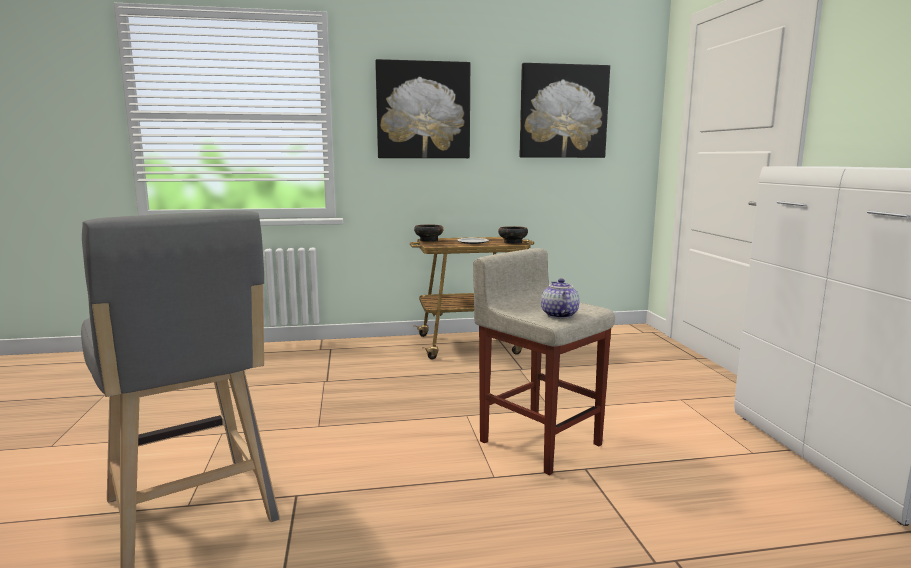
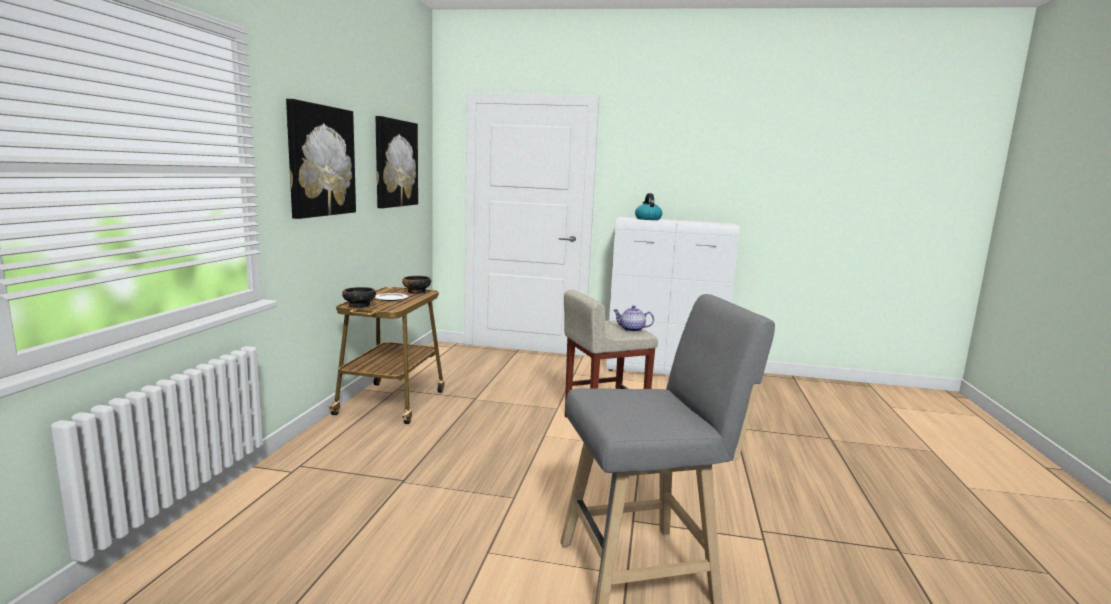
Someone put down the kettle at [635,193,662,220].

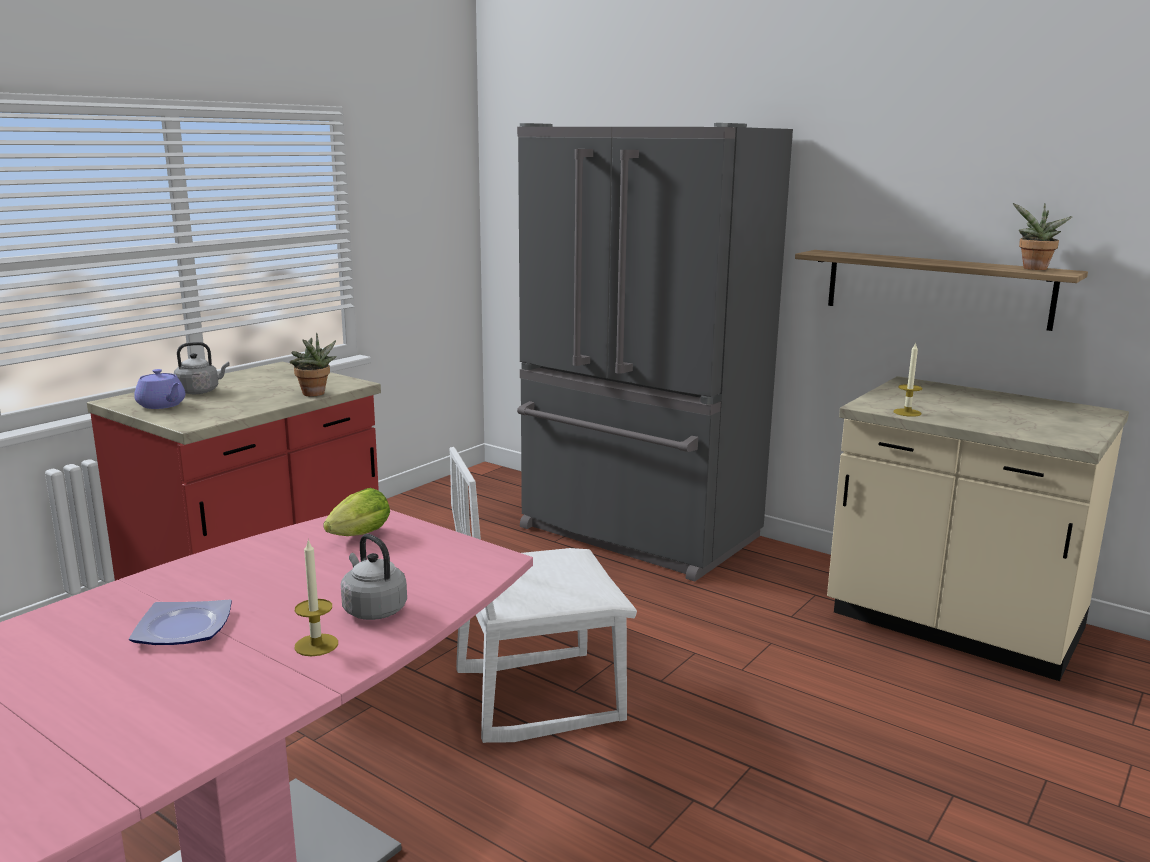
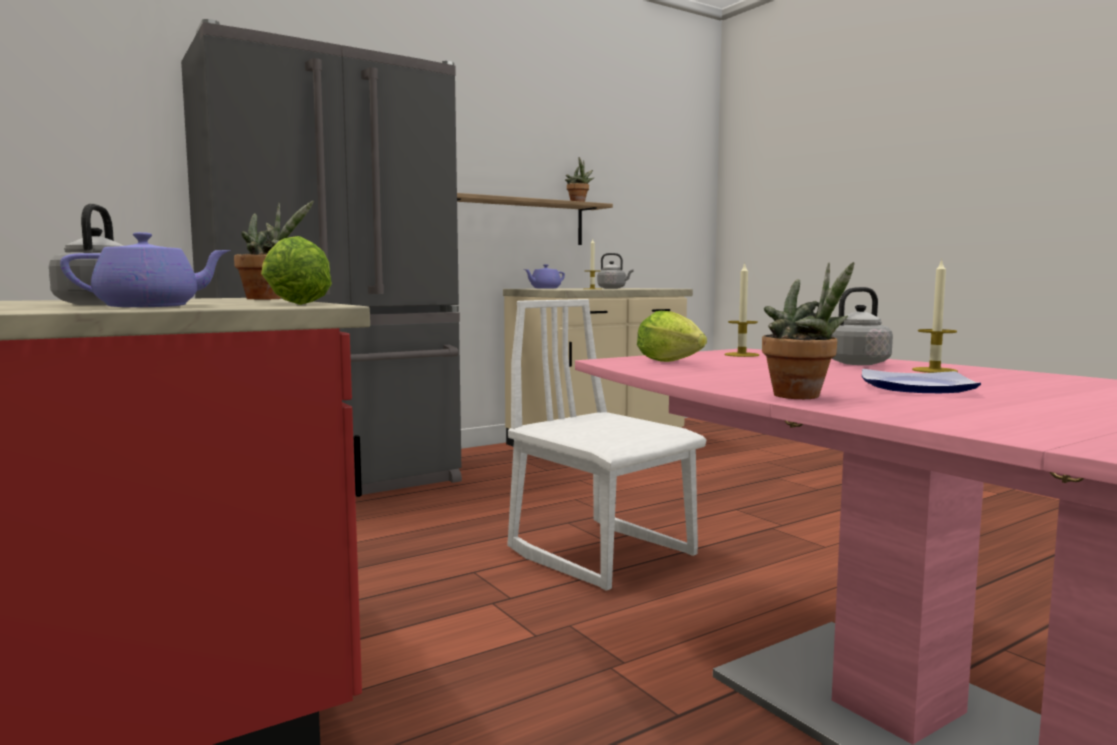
Someone rotated the chair (white) at [449,447,637,743] by 135 degrees clockwise.
Someone put down the lettuce at [261,236,332,305].
Someone put down the teapot (purple) at [524,264,565,289].
Someone put down the kettle (grey) at [598,253,633,289].
Someone put down the candle at [724,263,759,357].
Someone put down the potted plant at [762,262,854,399].

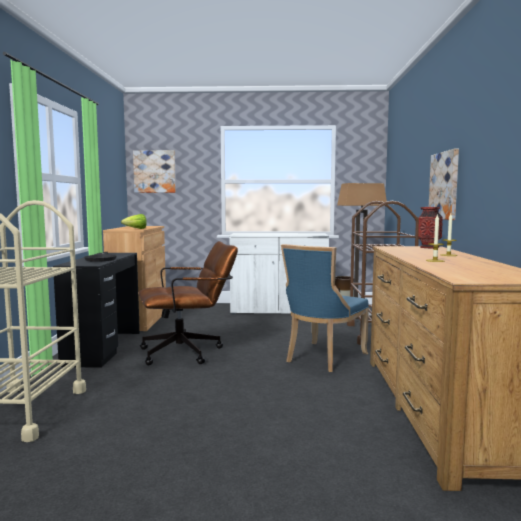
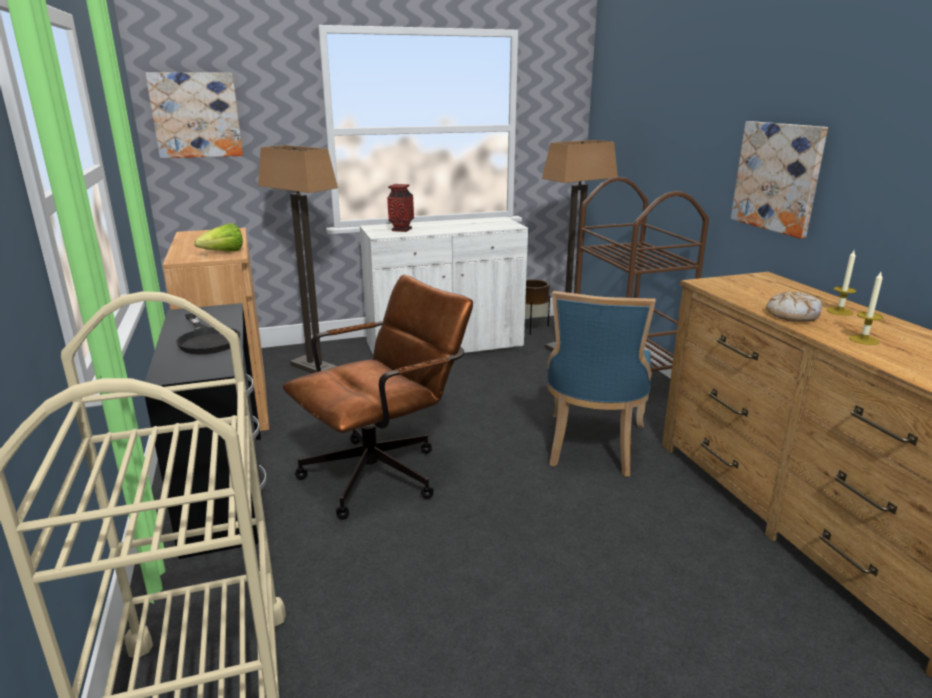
Someone carried the vase from [418,207,443,249] to [387,184,414,232].
Someone put down the floor lamp at [258,145,338,373].
Someone put down the bread at [766,292,822,322].

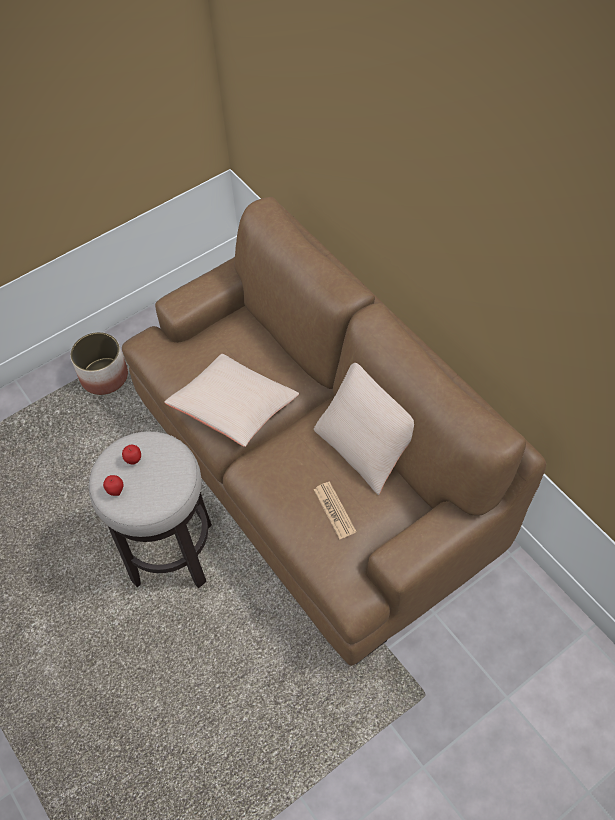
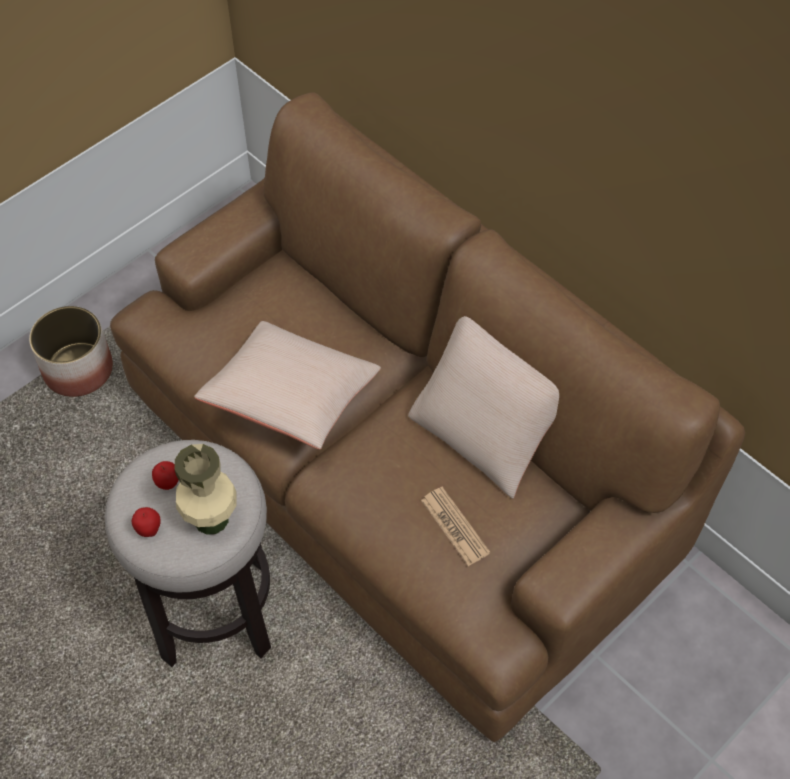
Someone put down the vase (beige) at [174,444,237,535].

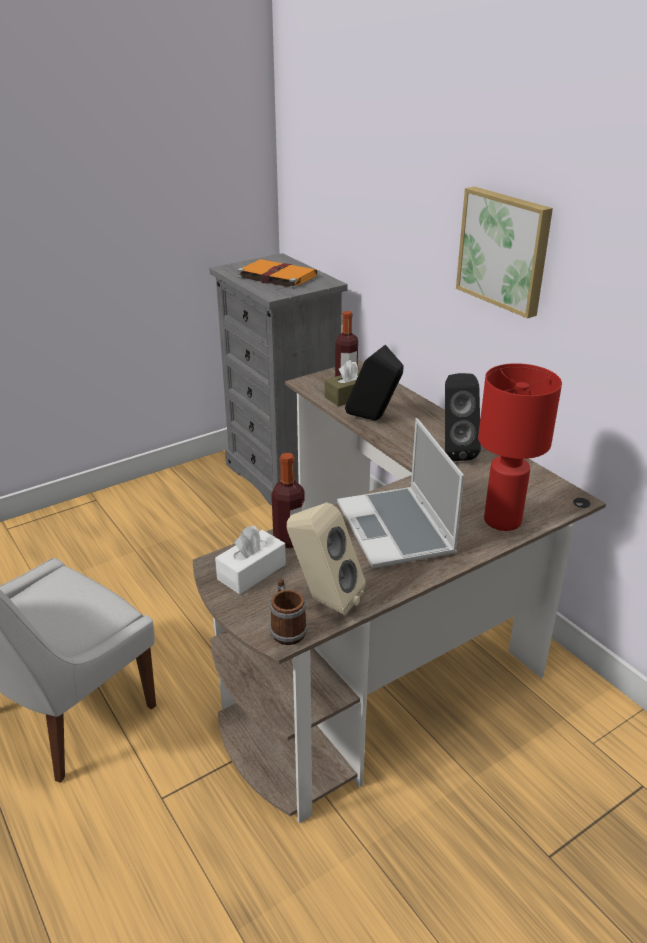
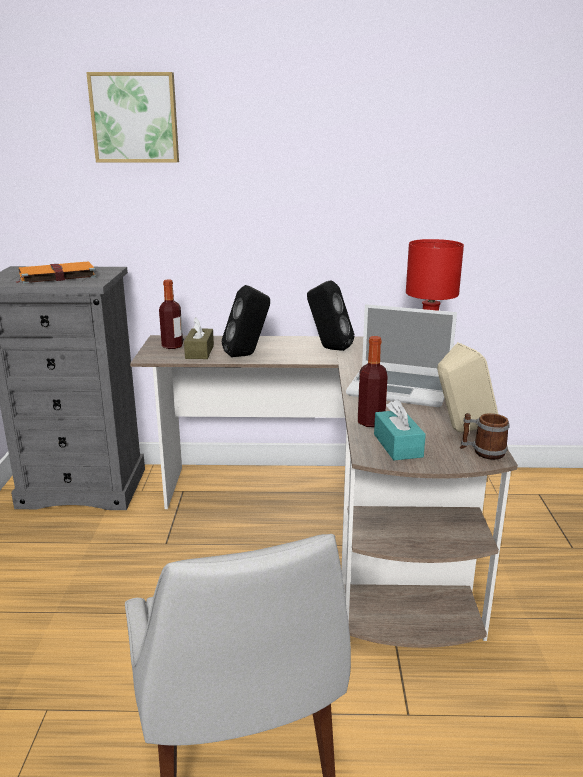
Someone repainted the tissue box (white) at [215,526,286,594], which became the tissue box (turquoise) at [374,399,426,461].
Someone carried the picture from [456,186,553,318] to [86,72,179,163].

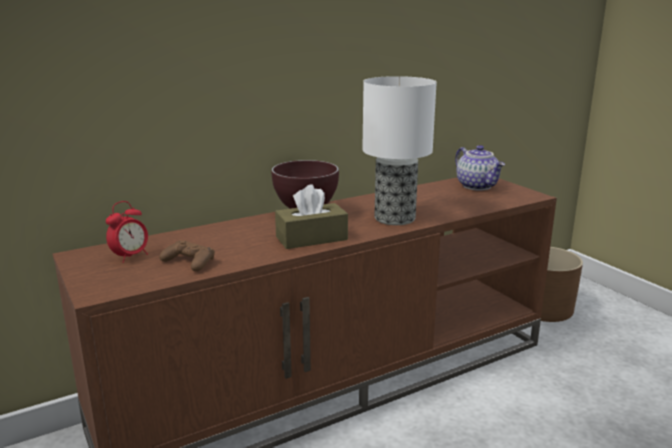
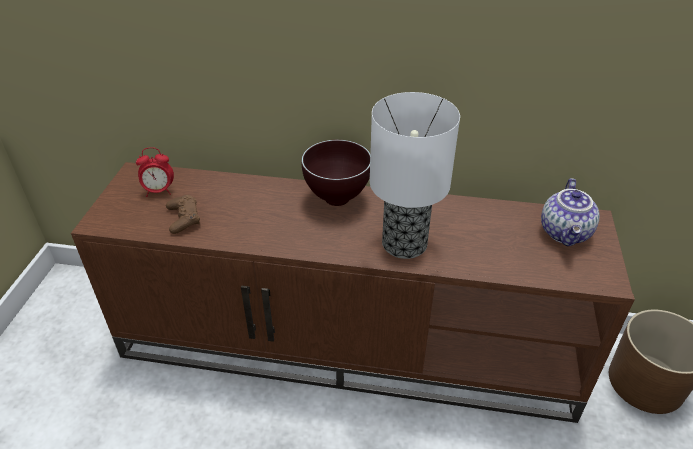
Someone took away the tissue box (brown) at [275,184,348,249].

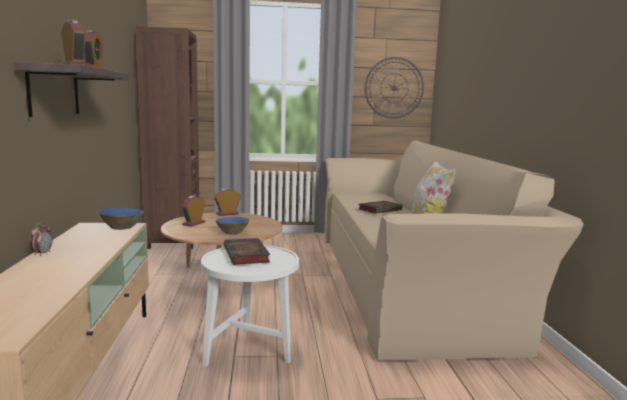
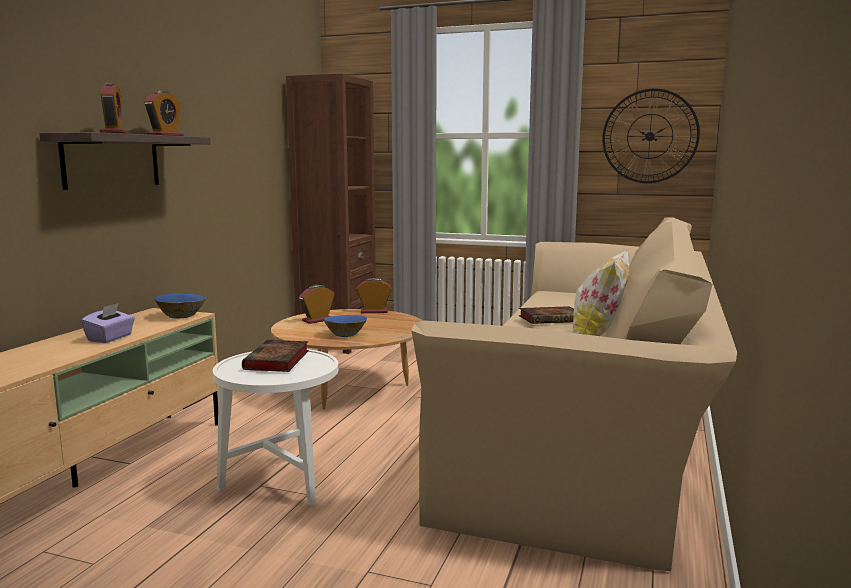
Someone took away the alarm clock at [30,222,53,256].
Someone put down the tissue box (purple) at [81,303,135,343].

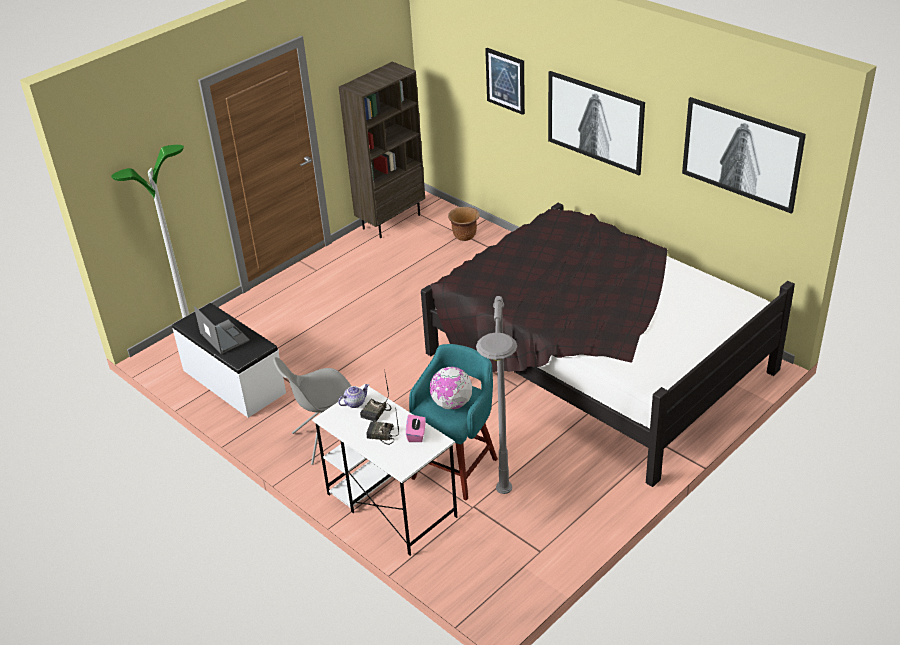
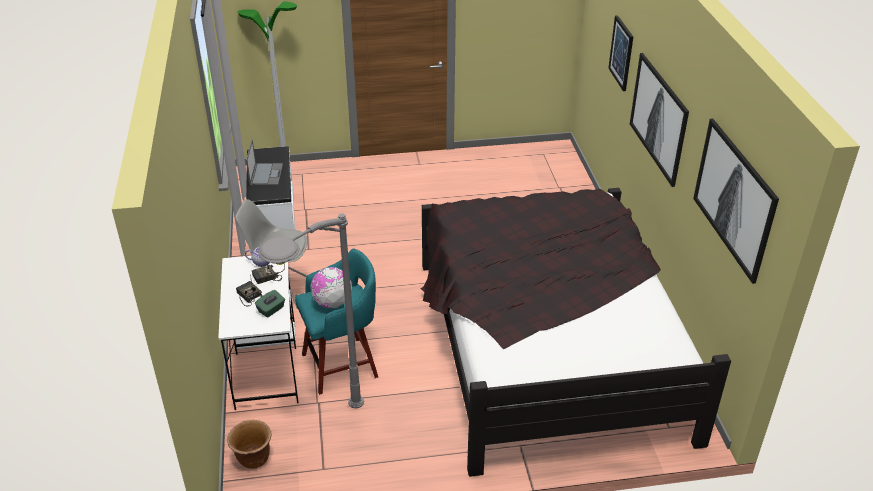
Someone took away the bookcase (brown) at [339,62,425,238].
Someone repainted the tissue box (pink) at [406,414,426,442], which became the tissue box (green) at [255,290,285,318].
Someone carried the planter (brown) from [448,207,480,241] to [227,420,271,469].

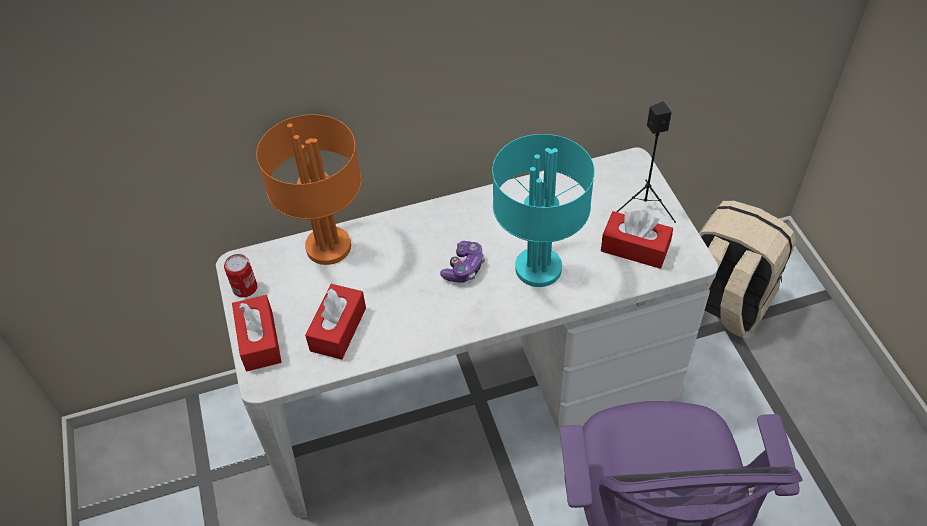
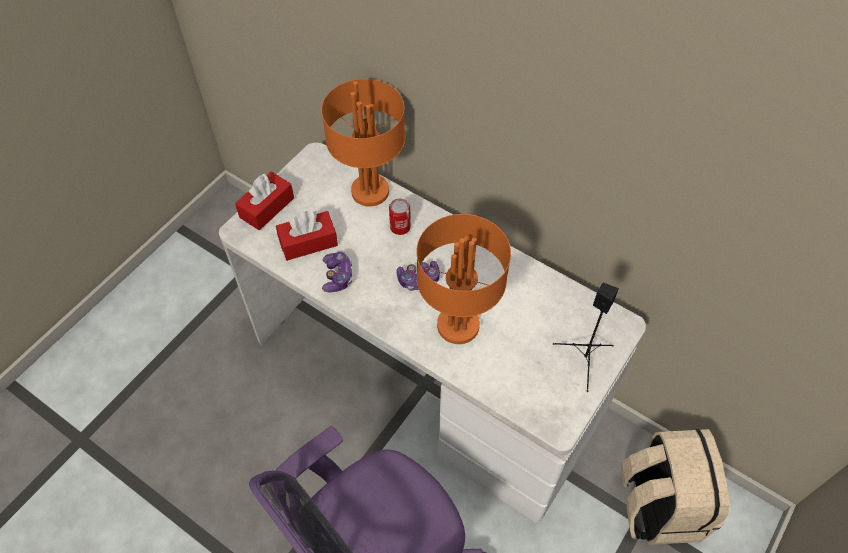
Someone carried the can from [224,254,257,297] to [389,198,411,235].
Someone repainted the table lamp (turquoise) at [492,134,595,287], which became the table lamp (orange) at [416,214,511,344].
Someone took away the tissue box (red) at [601,211,673,269].
Someone put down the game controller at [322,252,352,292].

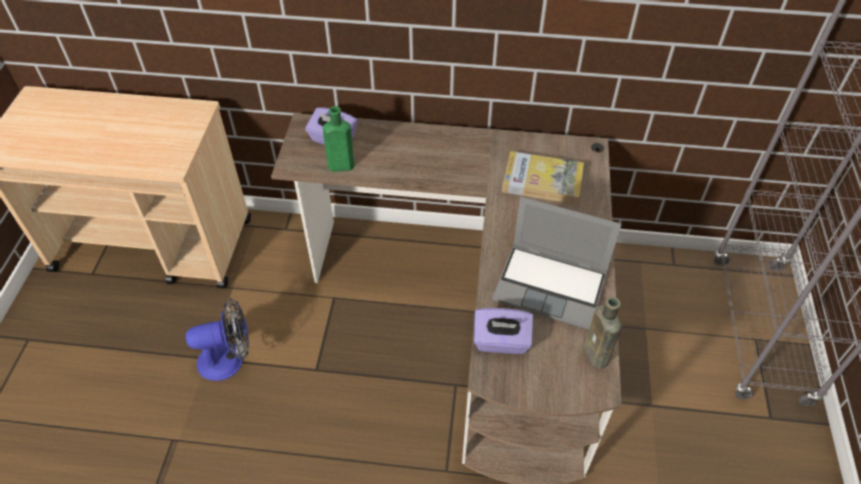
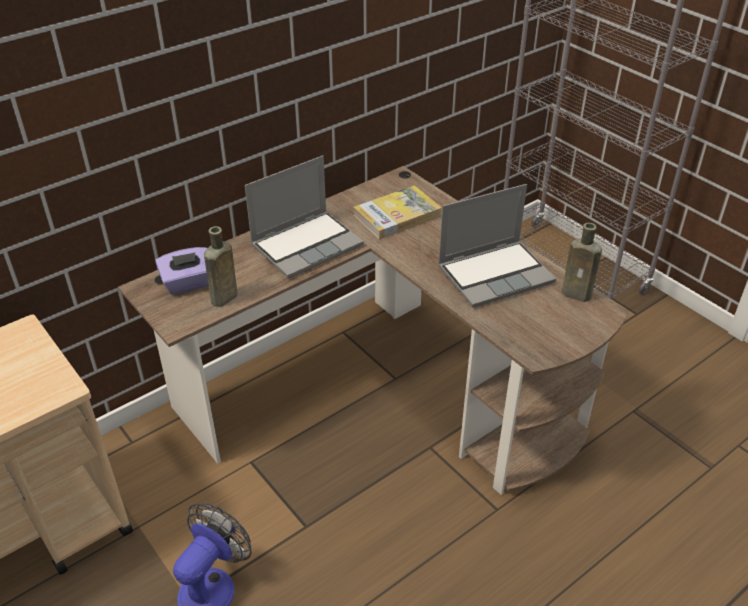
Someone repainted the bottle (green) at [323,106,354,172], which became the bottle (brown) at [204,226,237,307].
Someone took away the tissue box (purple) at [474,308,533,354].
Someone put down the laptop at [245,156,364,278].

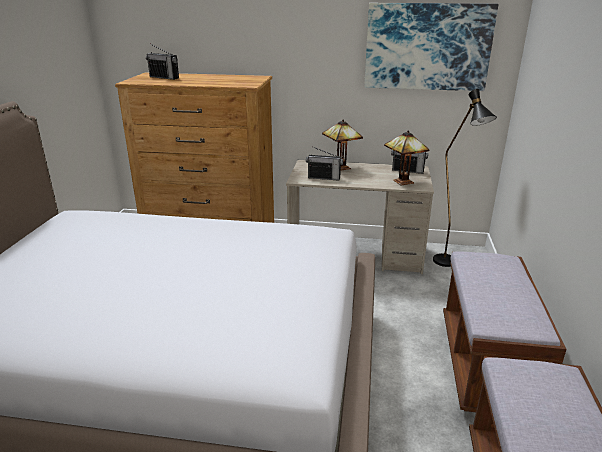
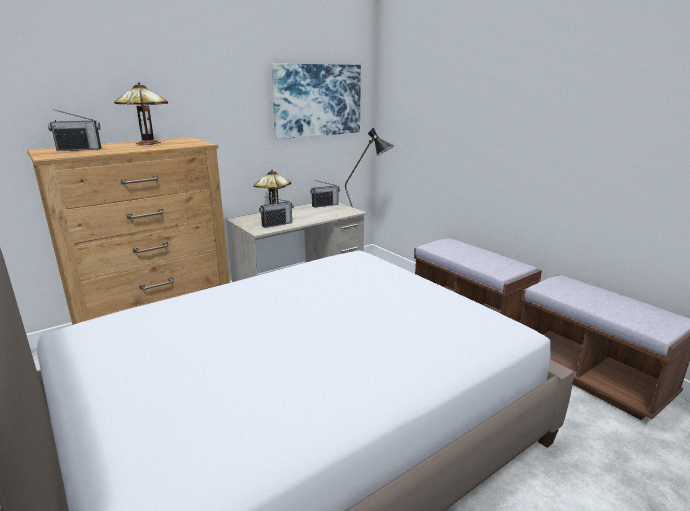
Someone carried the table lamp from [384,131,430,185] to [114,82,168,145].

